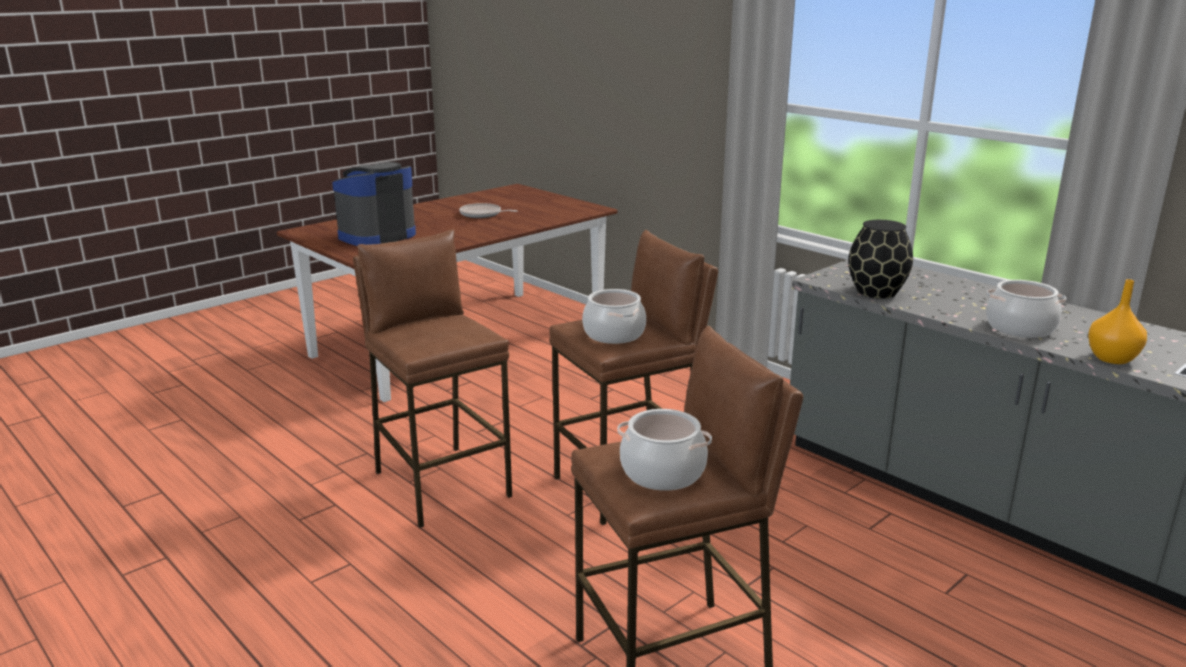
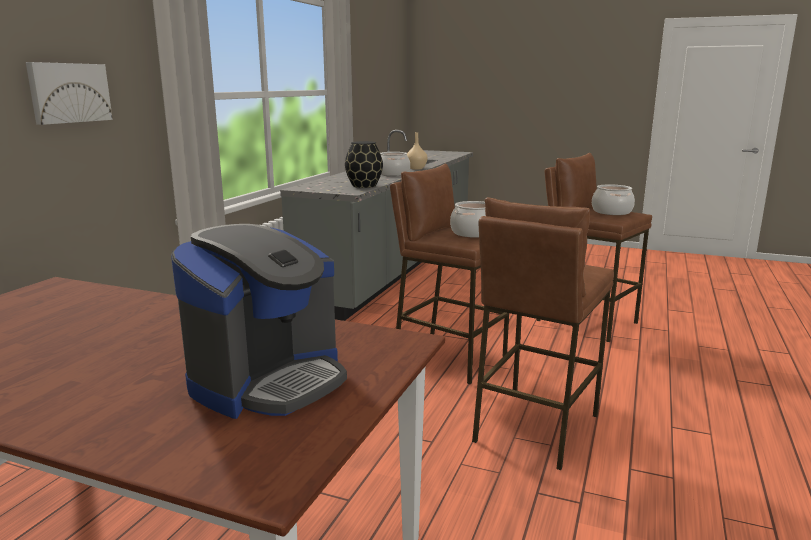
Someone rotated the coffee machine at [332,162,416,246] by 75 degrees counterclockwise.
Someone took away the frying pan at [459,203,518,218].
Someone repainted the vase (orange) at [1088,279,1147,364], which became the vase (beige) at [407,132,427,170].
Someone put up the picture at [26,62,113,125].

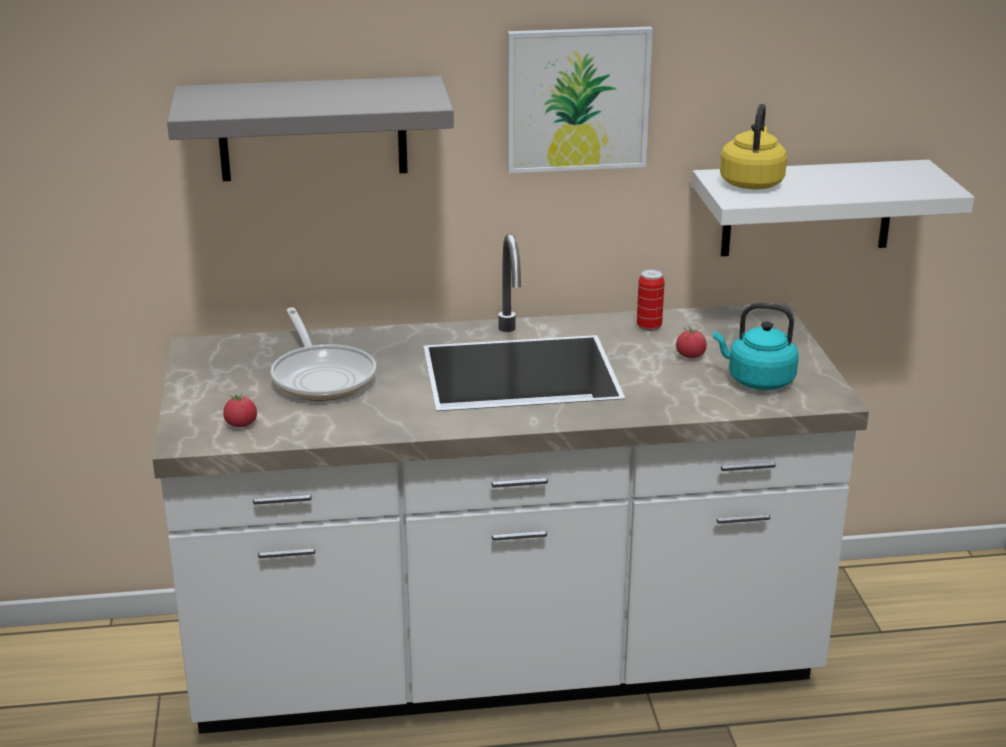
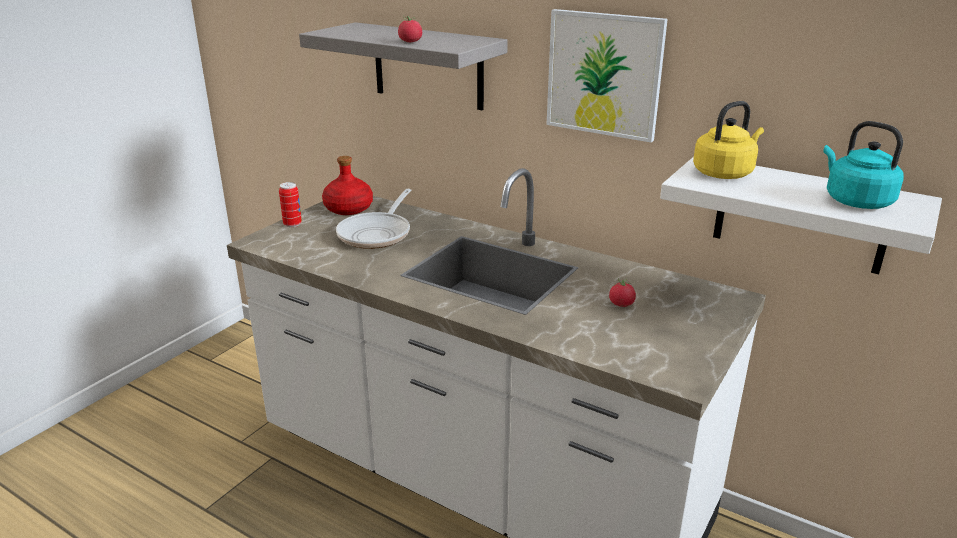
Someone carried the tomato from [223,392,257,427] to [398,16,422,42].
Someone carried the can from [637,269,665,331] to [279,182,302,227].
Someone carried the kettle (turquoise) from [713,303,799,390] to [823,121,904,209].
Someone put down the bottle (red) at [322,156,373,215].

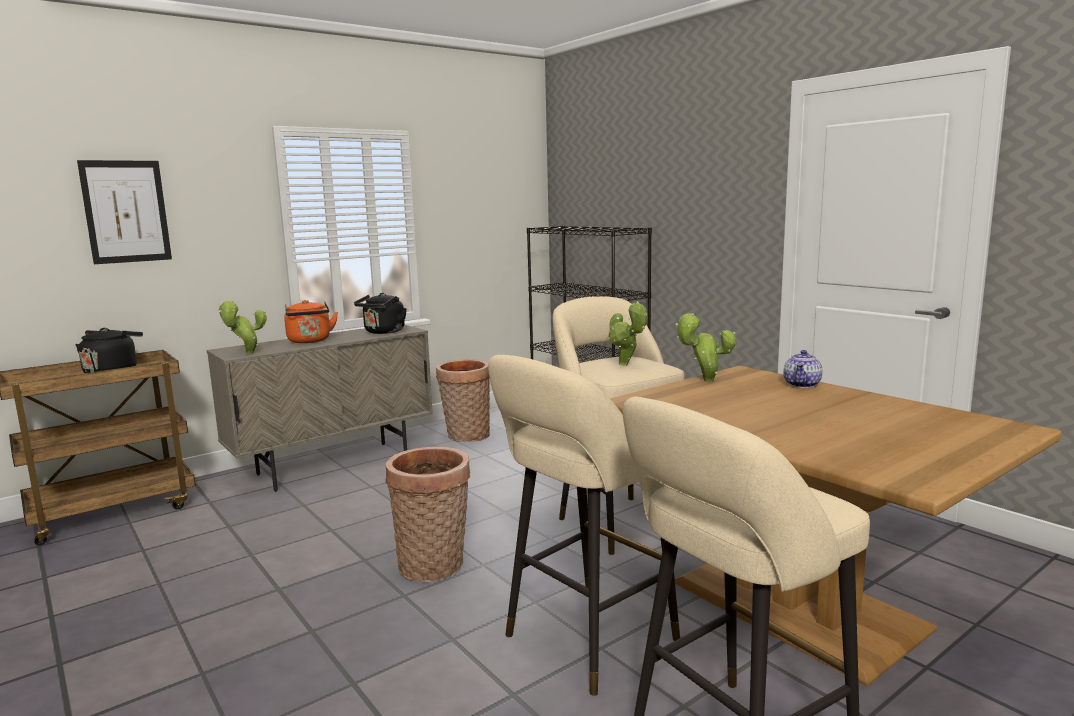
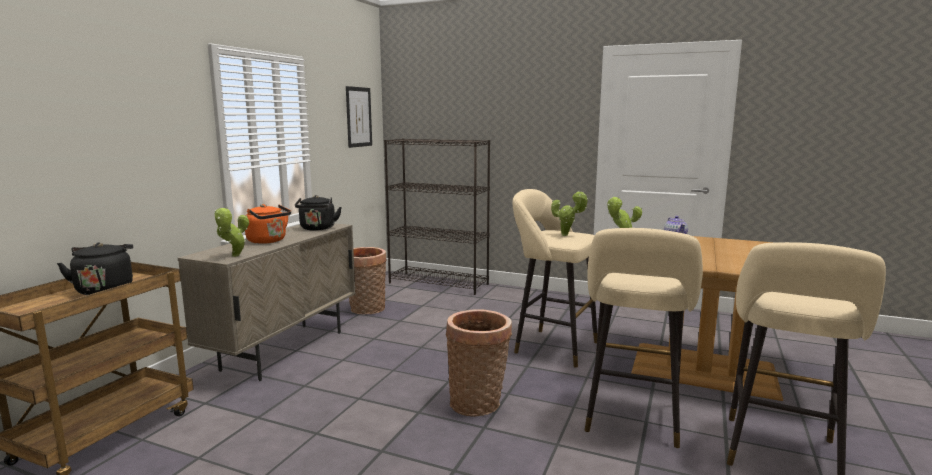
Someone carried the picture from [77,160,172,264] to [346,86,372,148].

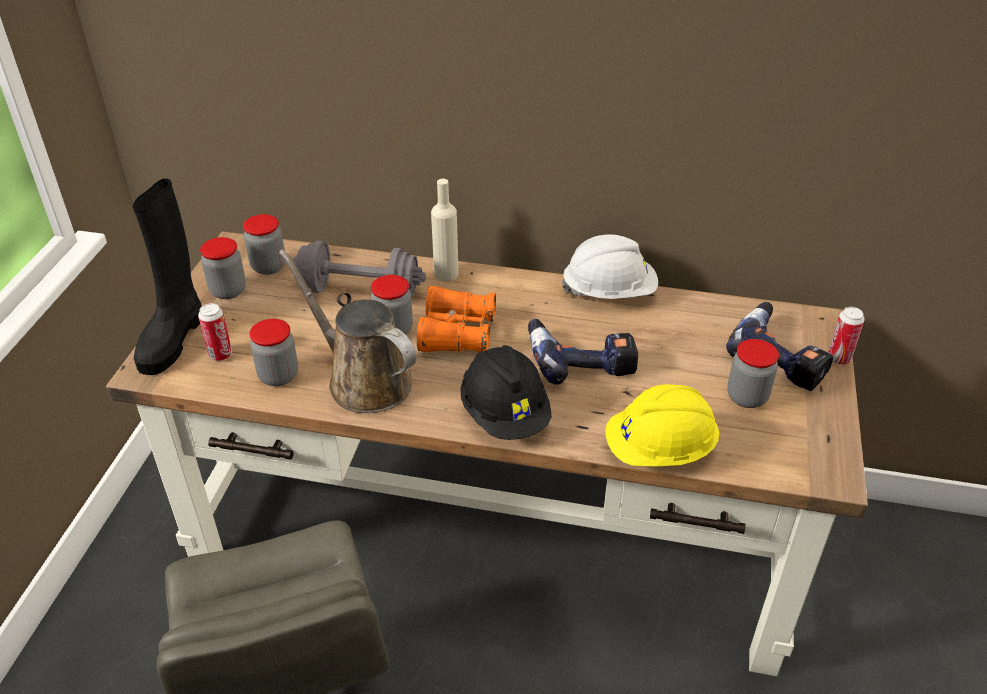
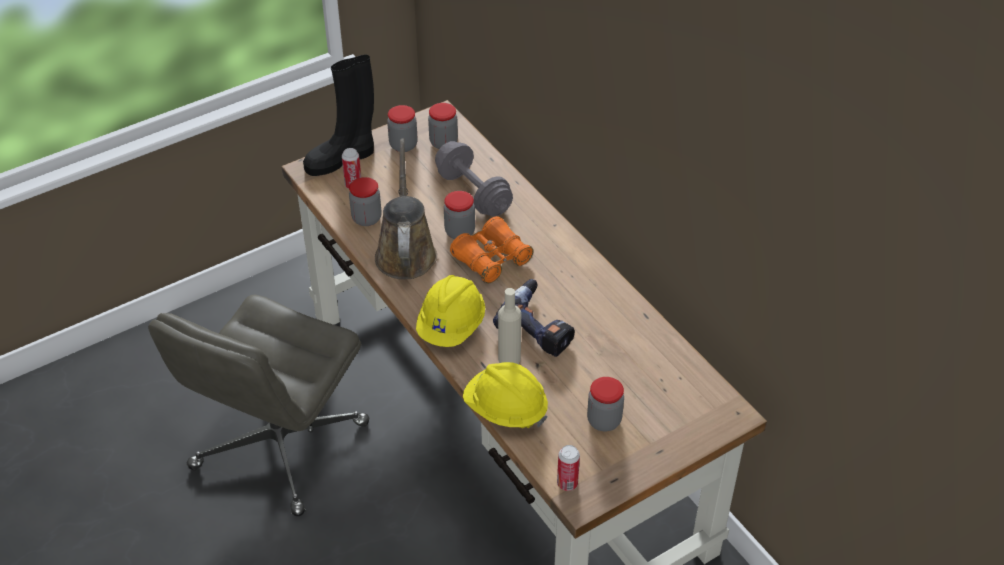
Someone carried the bottle (beige) from [431,179,459,281] to [498,288,521,364].
Someone repainted the hard hat (black) at [461,345,552,440], which became the hard hat (yellow) at [416,275,485,347].
Someone took away the hard hat (white) at [562,235,658,299].
Someone took away the power drill at [726,302,833,391].
Someone carried the can from [828,307,864,365] to [557,445,580,491].

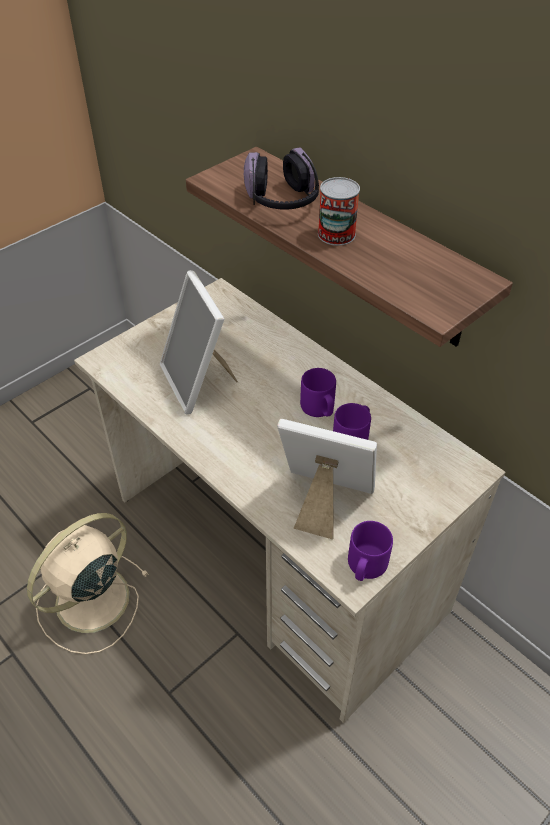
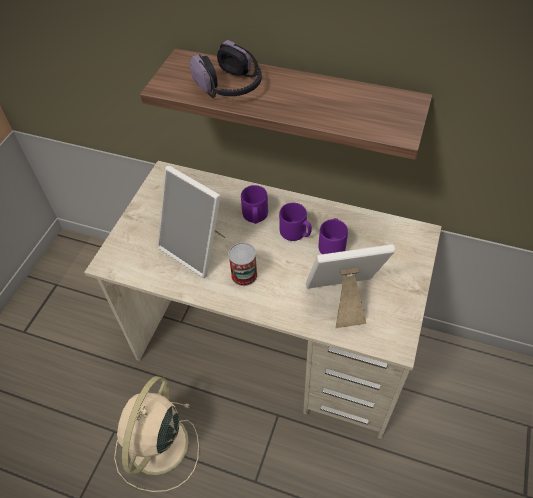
Someone carried the can from [318,177,360,246] to [228,242,258,286].
Someone carried the mug (purple) from [348,521,393,581] to [241,185,268,224].

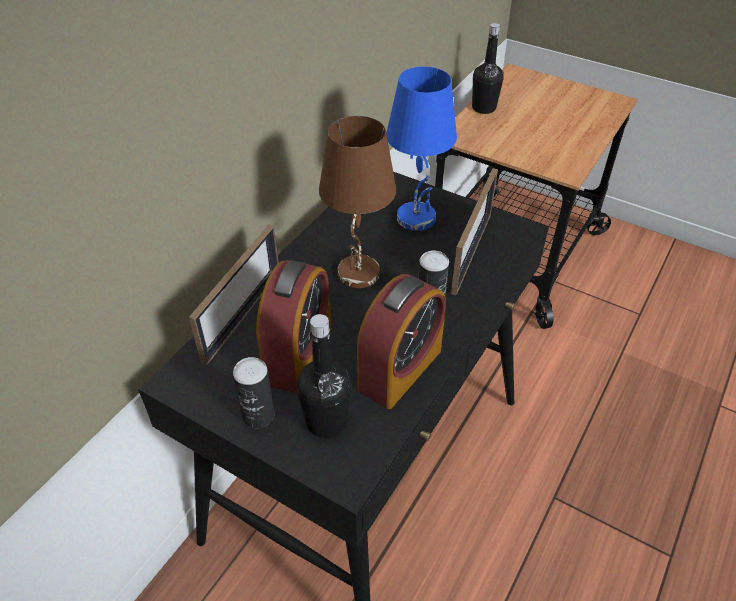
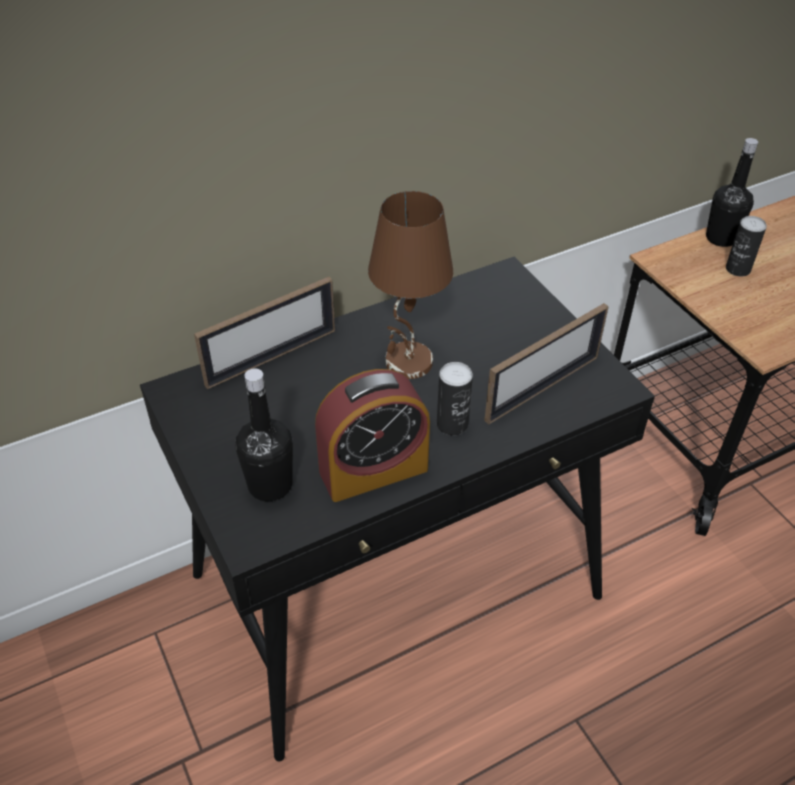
Someone carried the can from [233,357,275,428] to [726,216,767,277].
Someone took away the alarm clock at [256,260,331,394].
Someone took away the table lamp (blue) at [386,67,457,231].

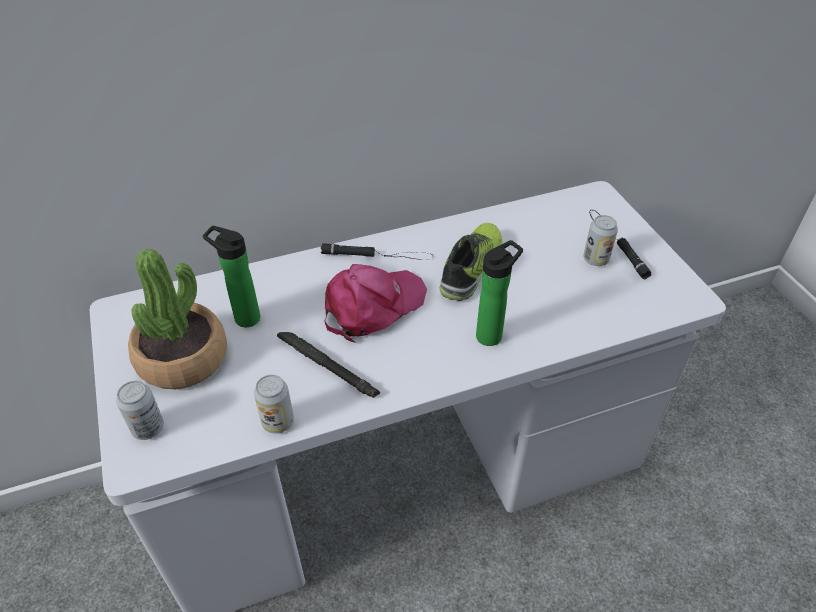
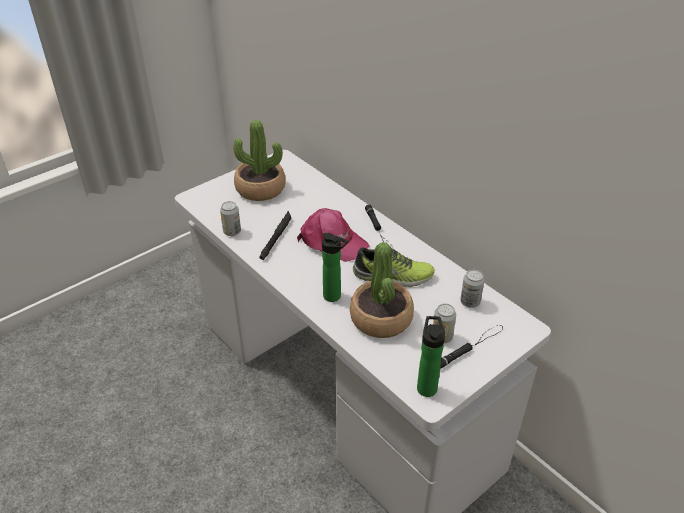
Someone carried the can from [116,381,164,440] to [460,270,484,308].
Someone carried the bottle from [203,226,260,327] to [417,316,445,397].
Someone put down the potted plant at [350,242,414,338].

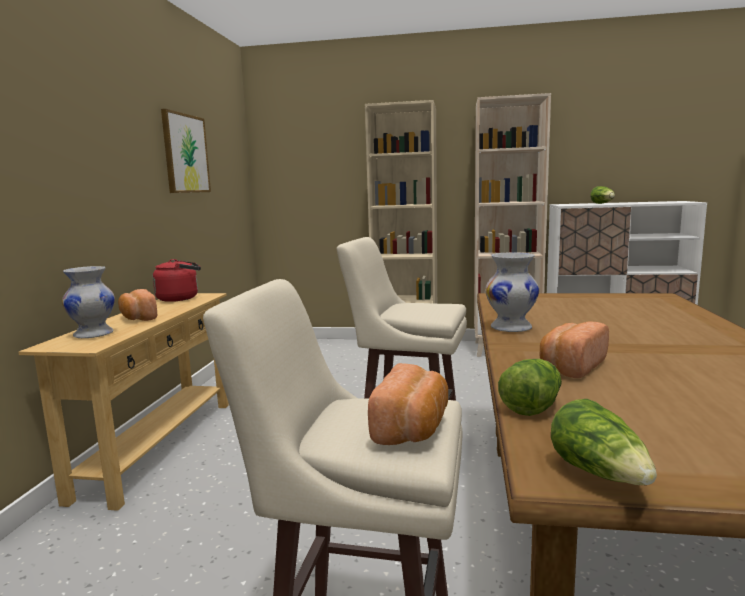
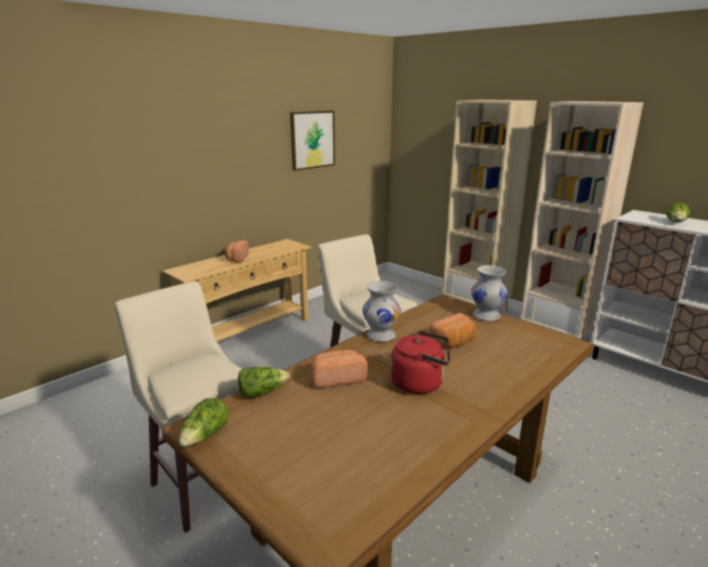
Someone carried the vase (white) from [62,266,115,338] to [471,265,507,321].
Someone carried the kettle (red) from [153,259,201,302] to [391,330,450,394].
Someone carried the bread from [368,363,448,445] to [428,313,476,348].

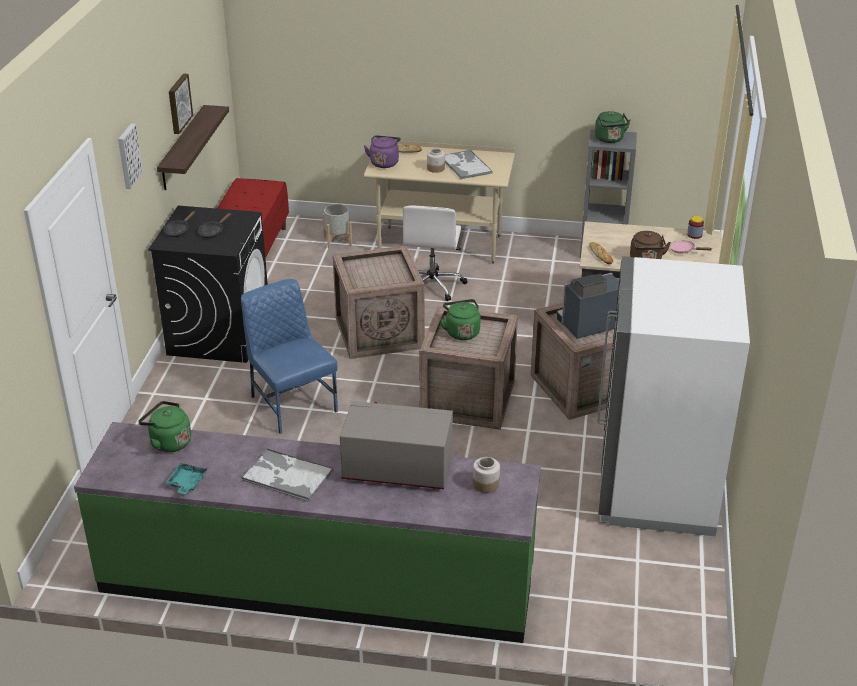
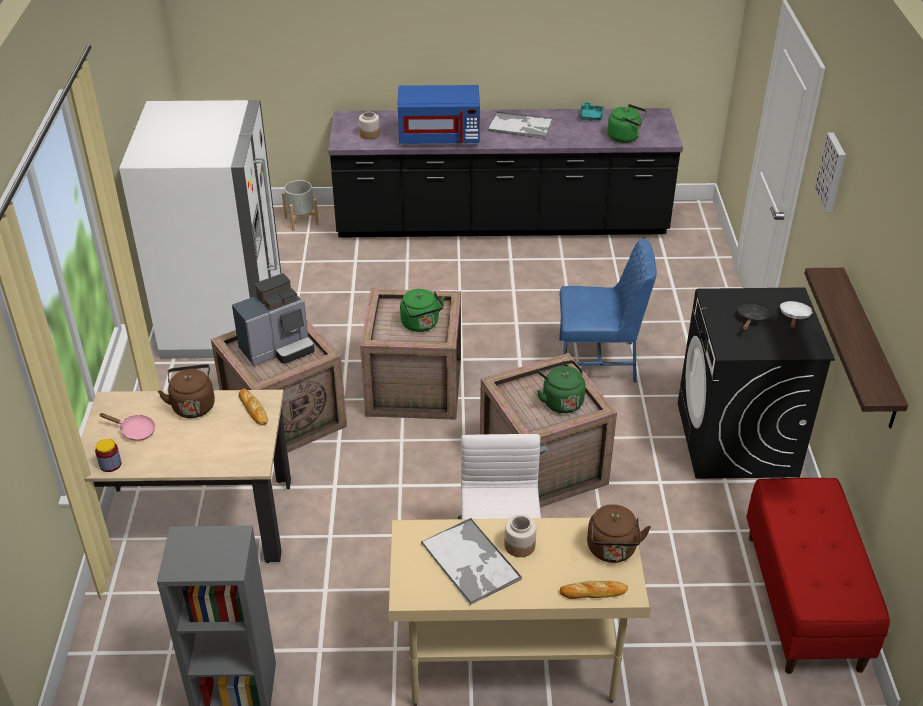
Someone repainted the counter (green) at [74,422,541,643], which became the counter (black) at [328,108,683,238].
Someone repainted the frying pan (black) at [163,211,195,237], which became the frying pan (white) at [780,301,813,328].
Someone took away the picture at [169,74,193,134].
Someone rotated the chair (blue) at [241,279,338,434] by 45 degrees counterclockwise.
Someone carried the planter (grey) from [322,204,352,249] to [282,180,319,231].
Someone repainted the microwave (grey) at [340,401,453,489], which became the microwave (blue) at [398,85,480,144].
Someone repainted the kettle (purple) at [364,135,401,168], which became the kettle (brown) at [587,504,651,563].
Someone carried the kettle (green) from [595,111,631,143] to [537,360,585,413].

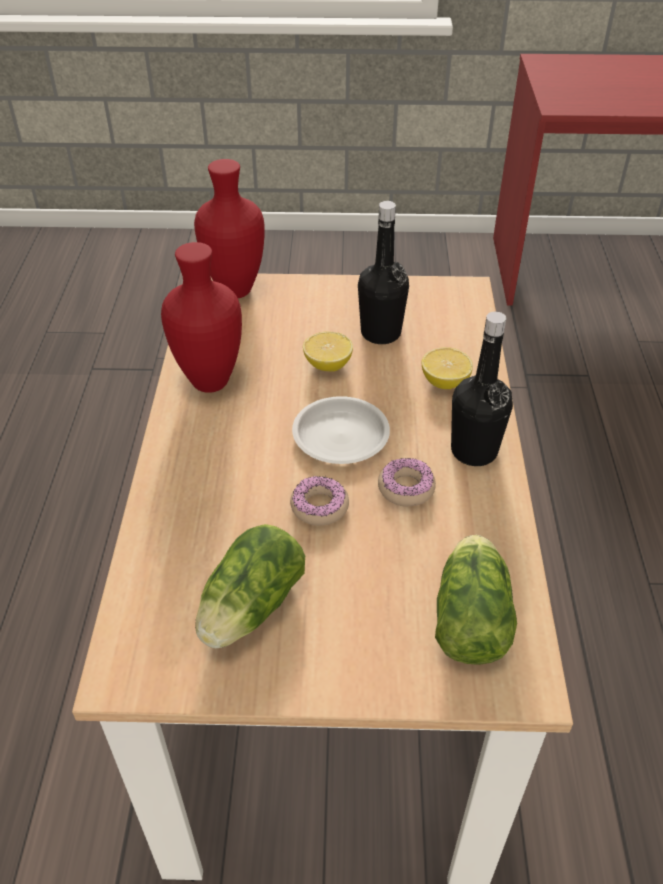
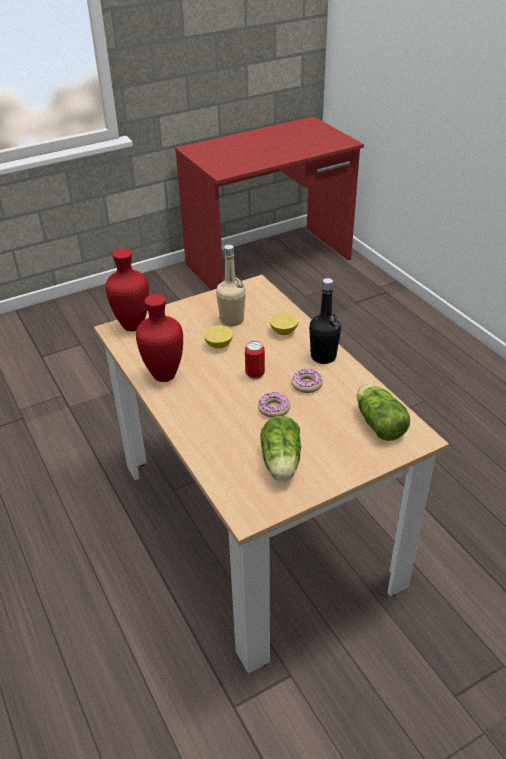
Someone swapped the plate (white) at [292,396,390,464] for the can at [245,341,265,379].
Someone repainted the bottle (black) at [358,201,409,344], which became the bottle (beige) at [216,245,246,326].

